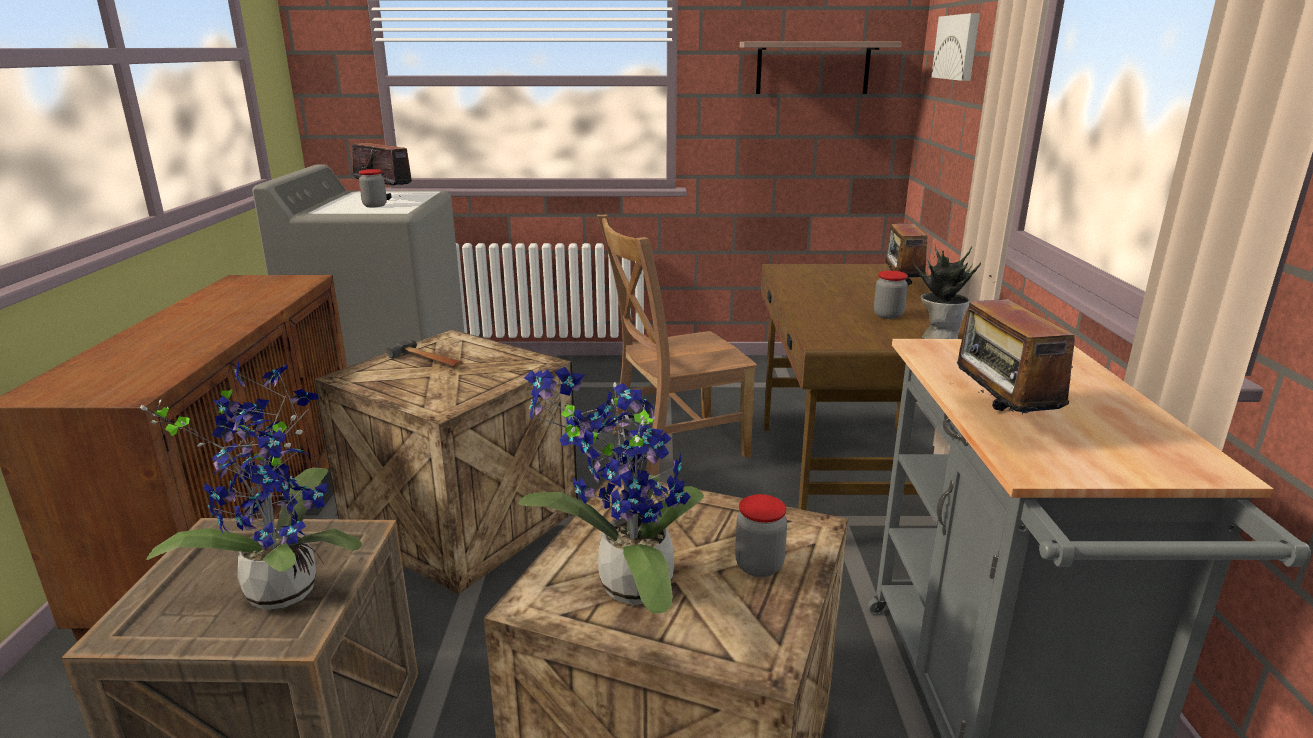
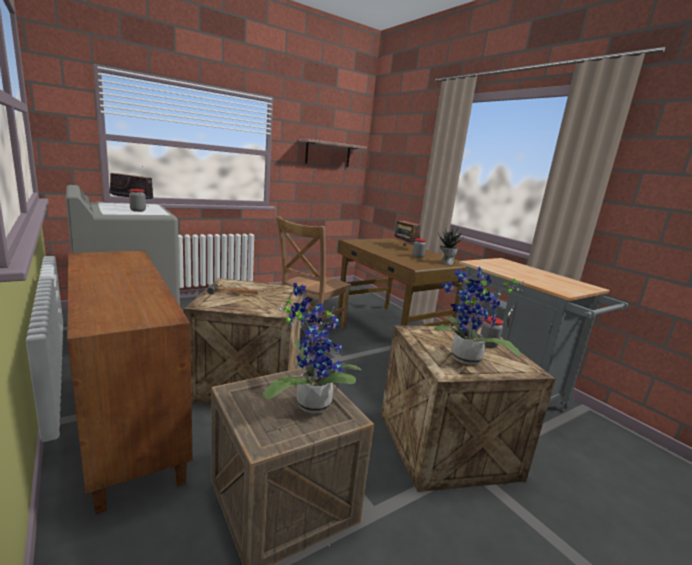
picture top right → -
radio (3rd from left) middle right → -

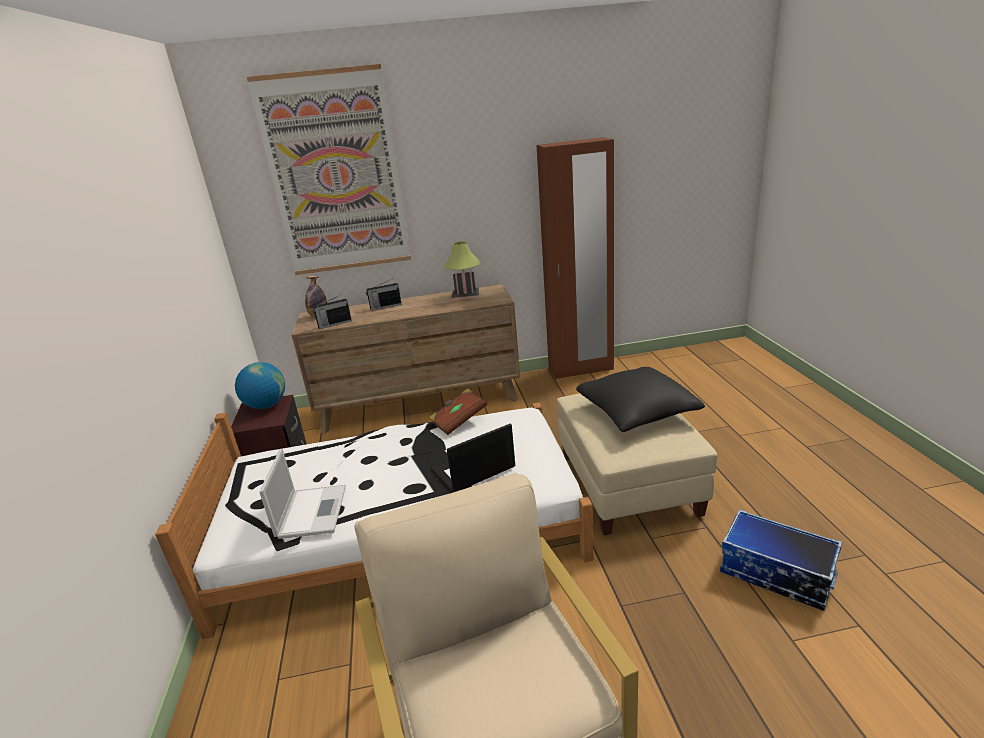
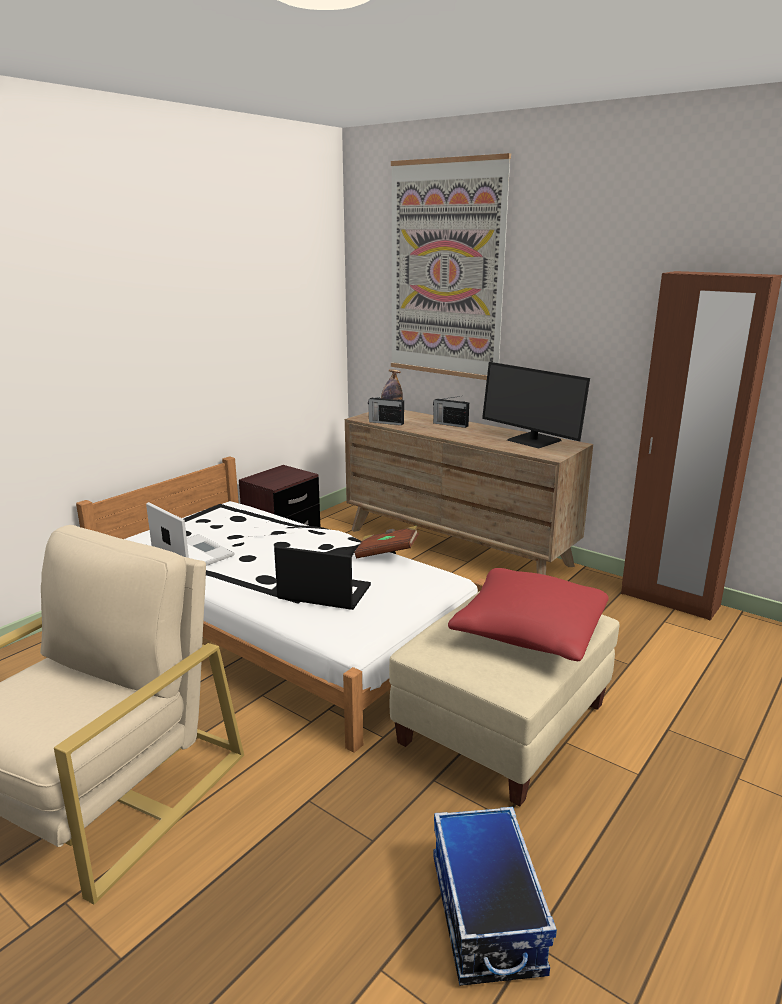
globe middle left → -
table lamp centre → monitor middle right
pillow (black) centre → pillow (red) middle right
laptop (1st from left) bottom left → laptop (1st from left) middle left, 90 degrees counterclockwise

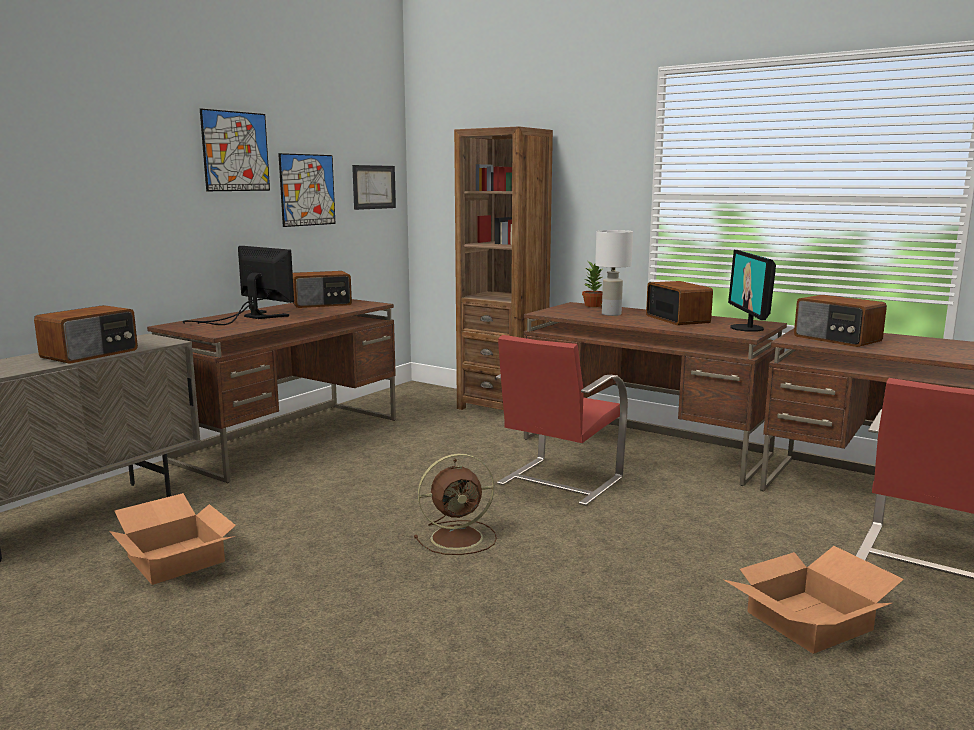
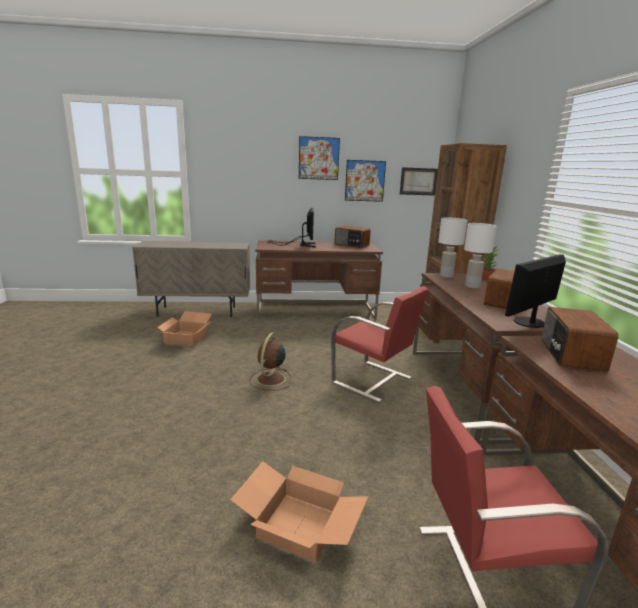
radio (1st from left) middle left → -
- → table lamp (white) (1st from left) middle right
fan (brown) bottom centre → fan (brown) centre, 75 degrees clockwise
chair (red) (1st from left) centre, 135 degrees counterclockwise

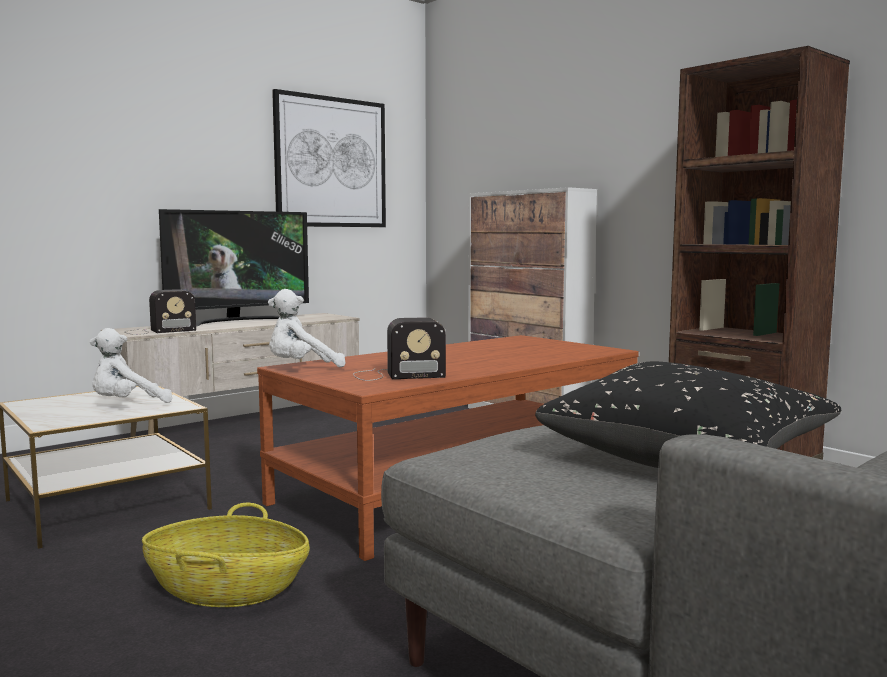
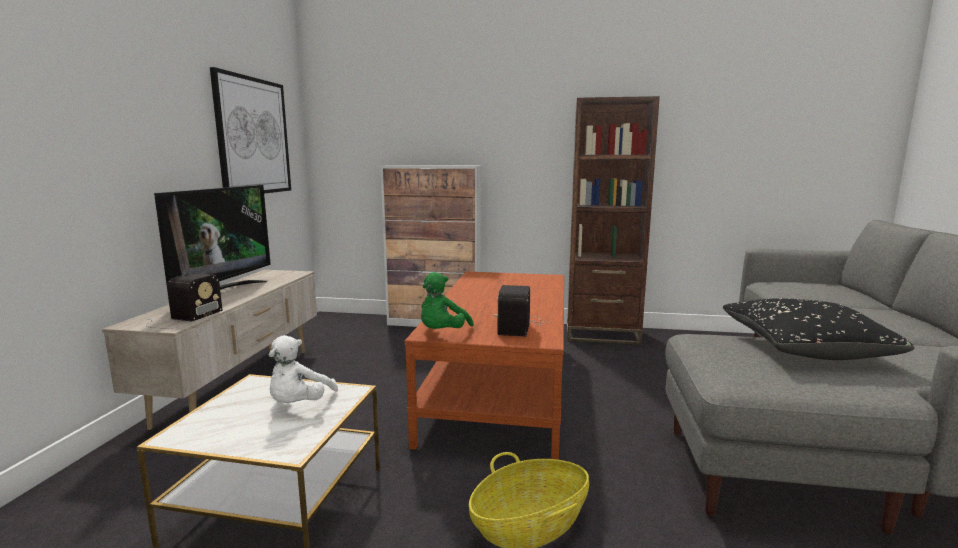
plush toy (white) (2nd from left) centre → plush toy (green) centre
radio (2nd from left) centre, 150 degrees clockwise

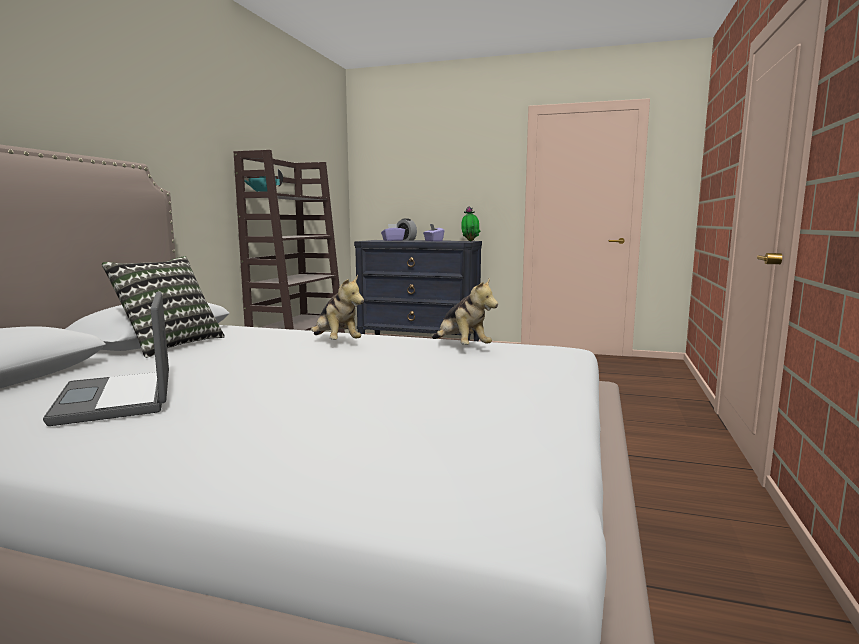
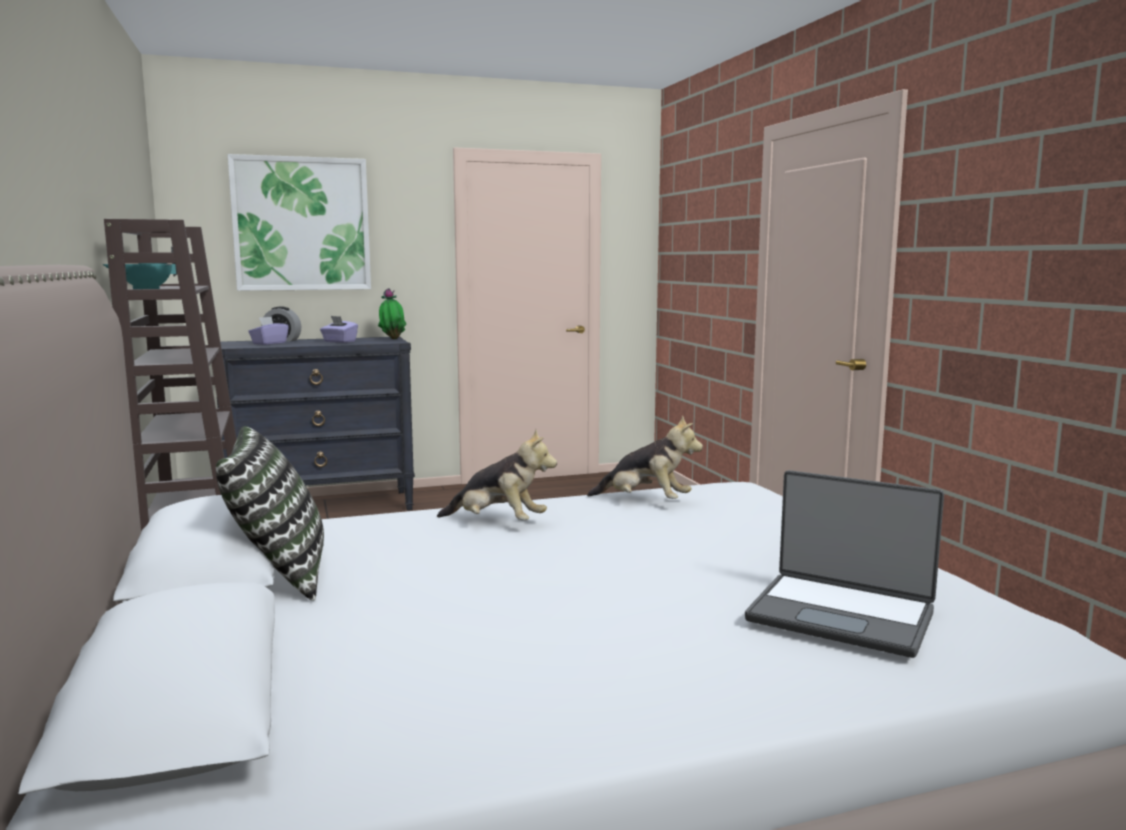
- → picture top left
laptop middle left → laptop bottom right, moved

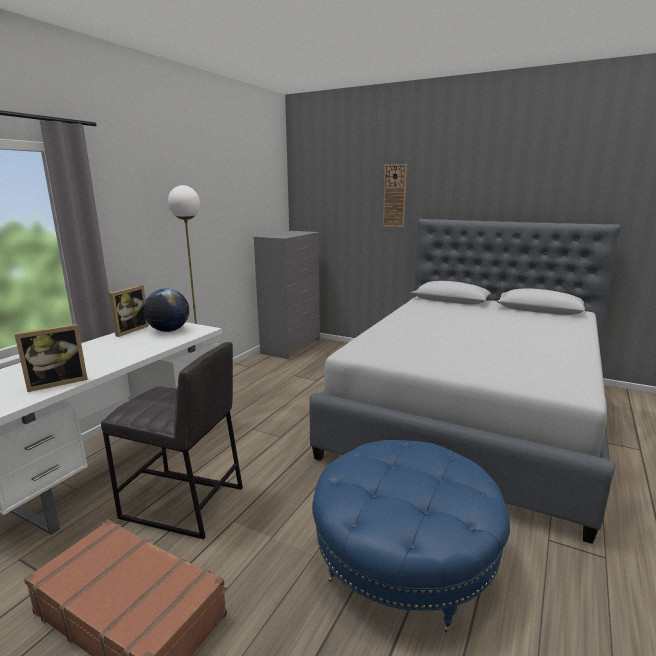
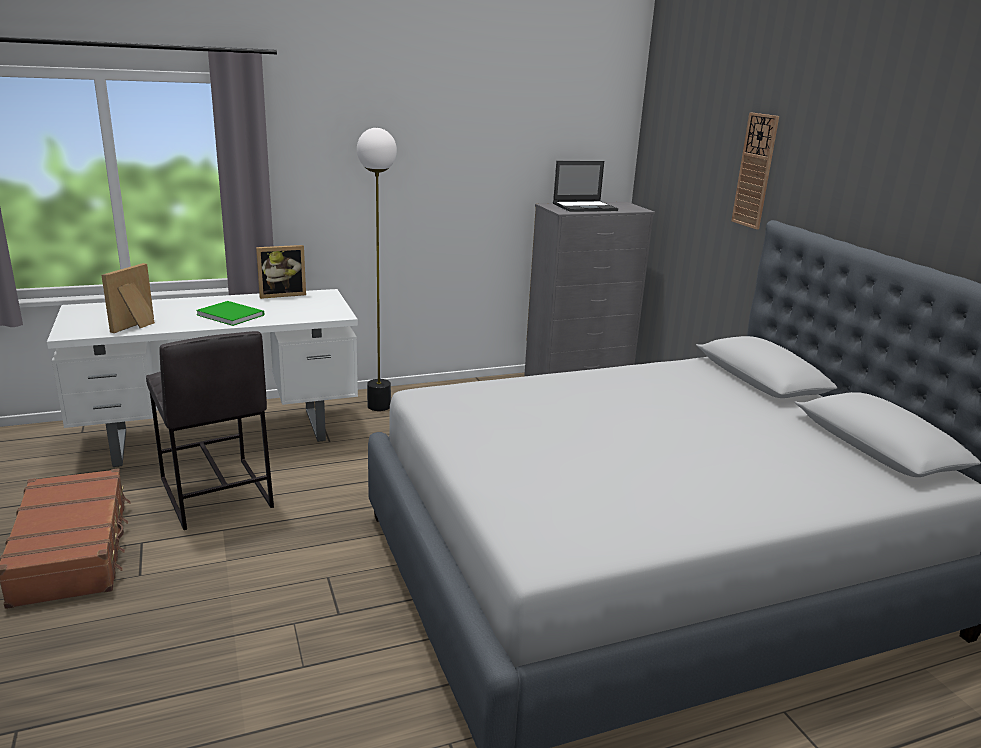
globe middle left → -
ottoman (blue) bottom centre → -
- → book (green) middle left
- → laptop top centre
picture frame (1st from left) middle left, 105 degrees clockwise

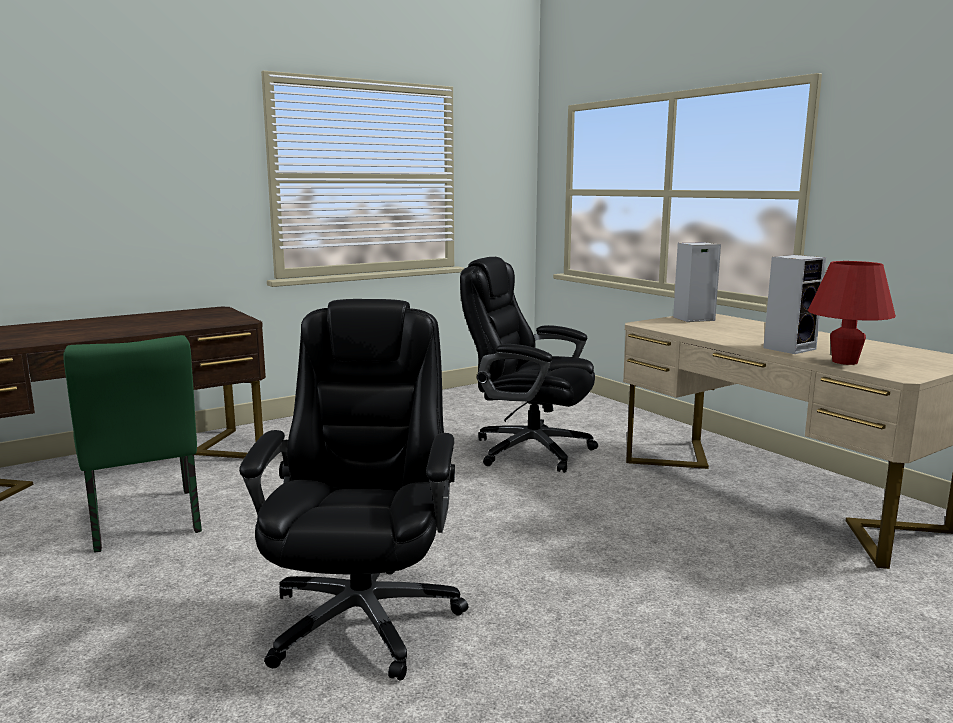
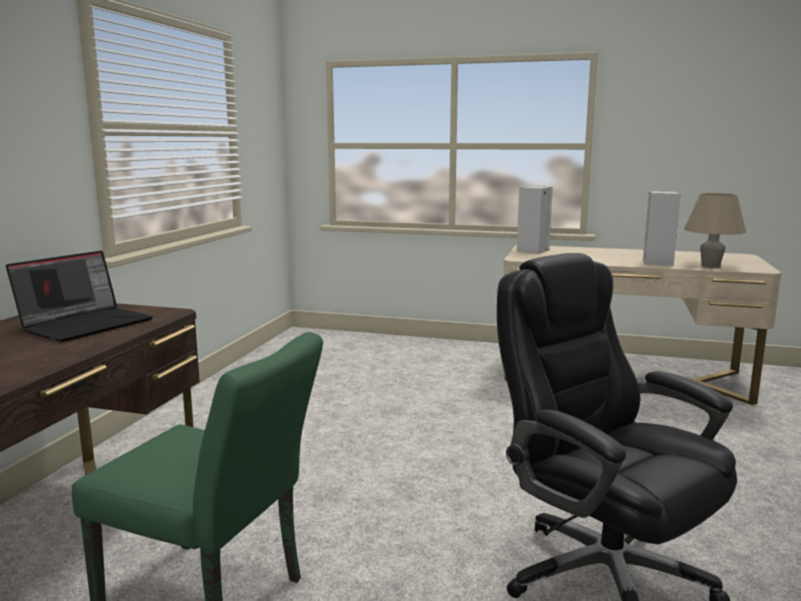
office chair (black) (2nd from left) centre → -
- → laptop middle left
table lamp (red) middle right → table lamp (beige) middle right

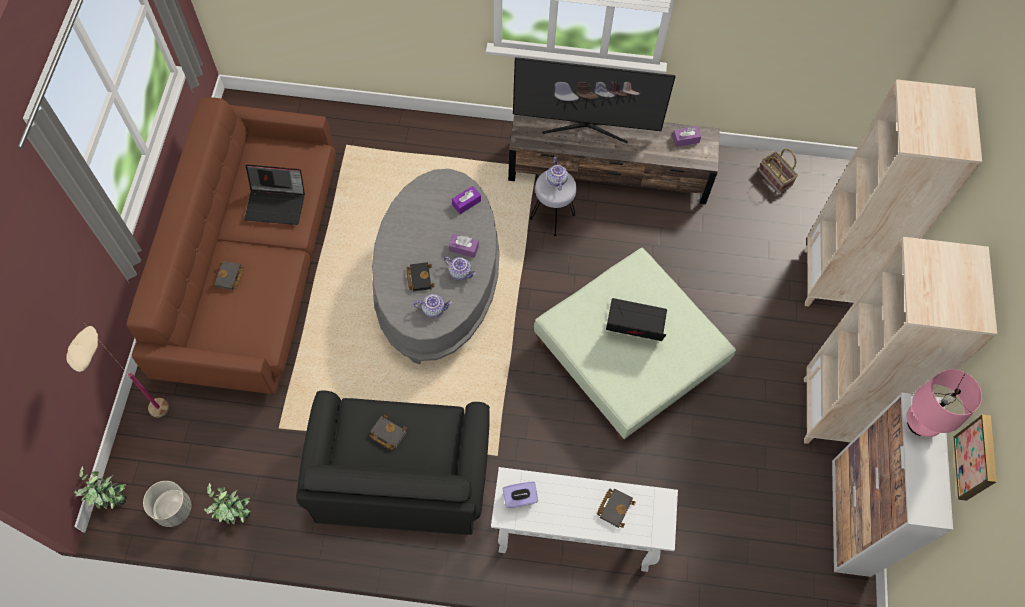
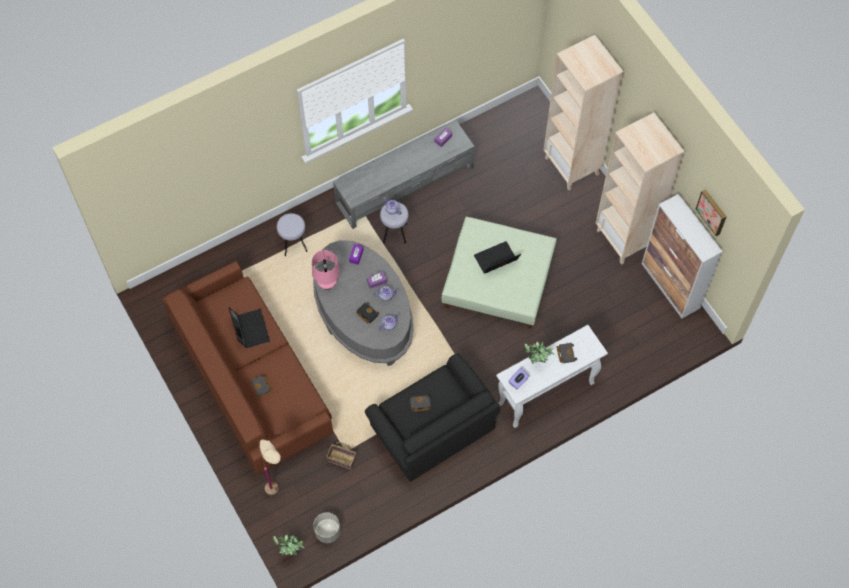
television top centre → -
- → stool (grey) (1st from left) centre
potted plant (2nd from left) bottom left → potted plant (2nd from left) centre, moved
basket top right → basket bottom centre, moved
table lamp (pink) middle right → table lamp (pink) centre, moved
tv stand (brown) top centre → tv stand (grey) top centre
laptop (1st from left) top left → laptop (1st from left) middle left, 75 degrees counterclockwise

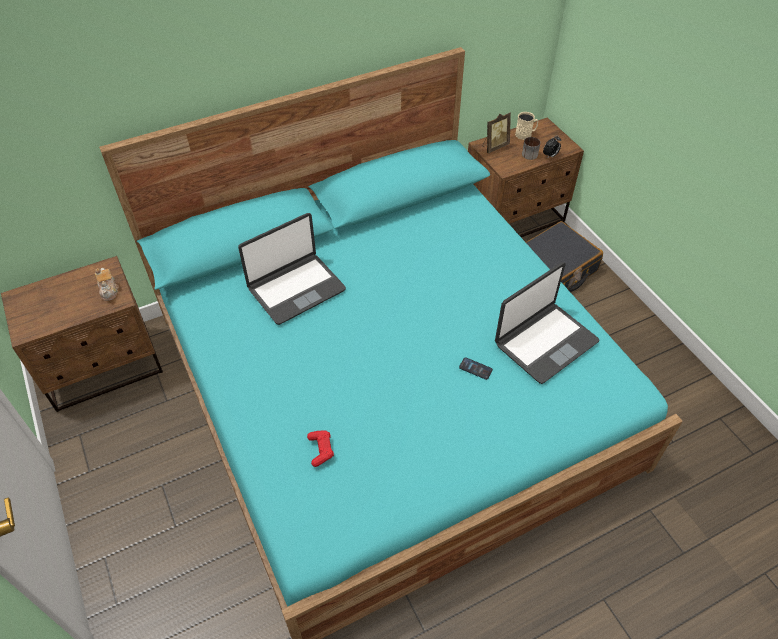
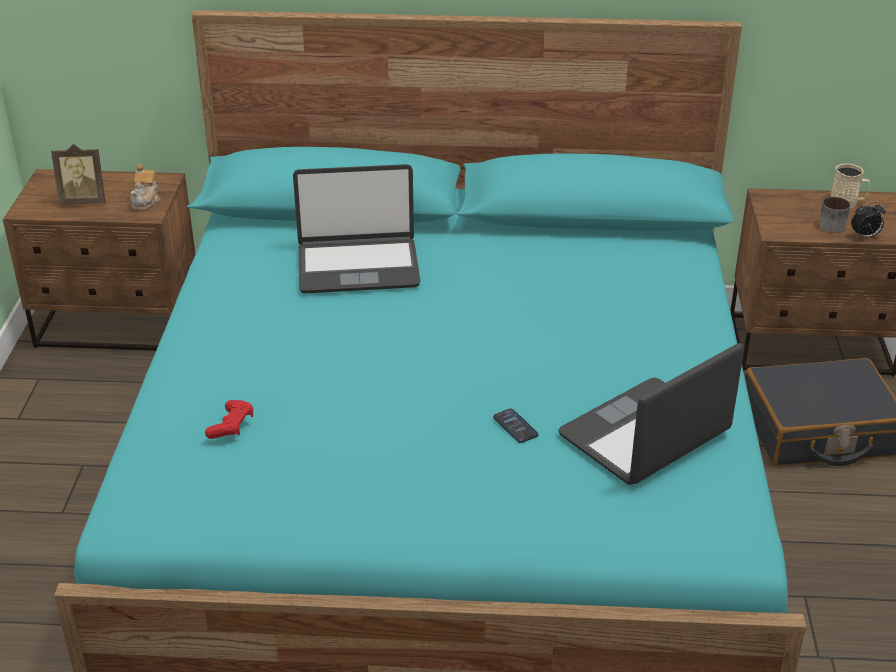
picture frame top centre → picture frame top left, moved
laptop (2nd from left) middle right, 150 degrees clockwise

